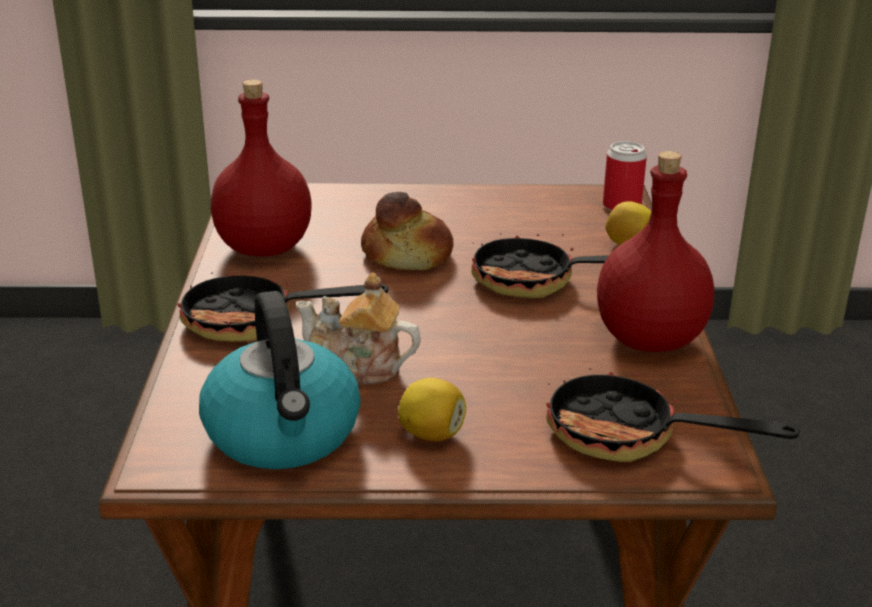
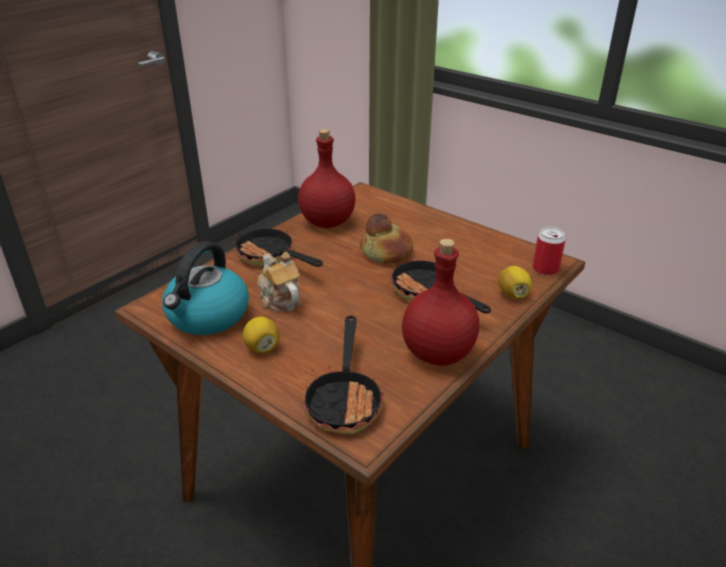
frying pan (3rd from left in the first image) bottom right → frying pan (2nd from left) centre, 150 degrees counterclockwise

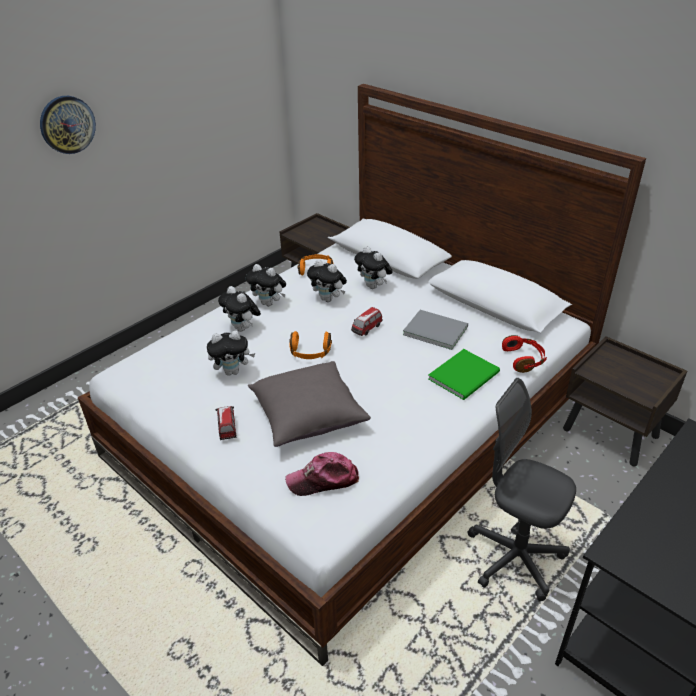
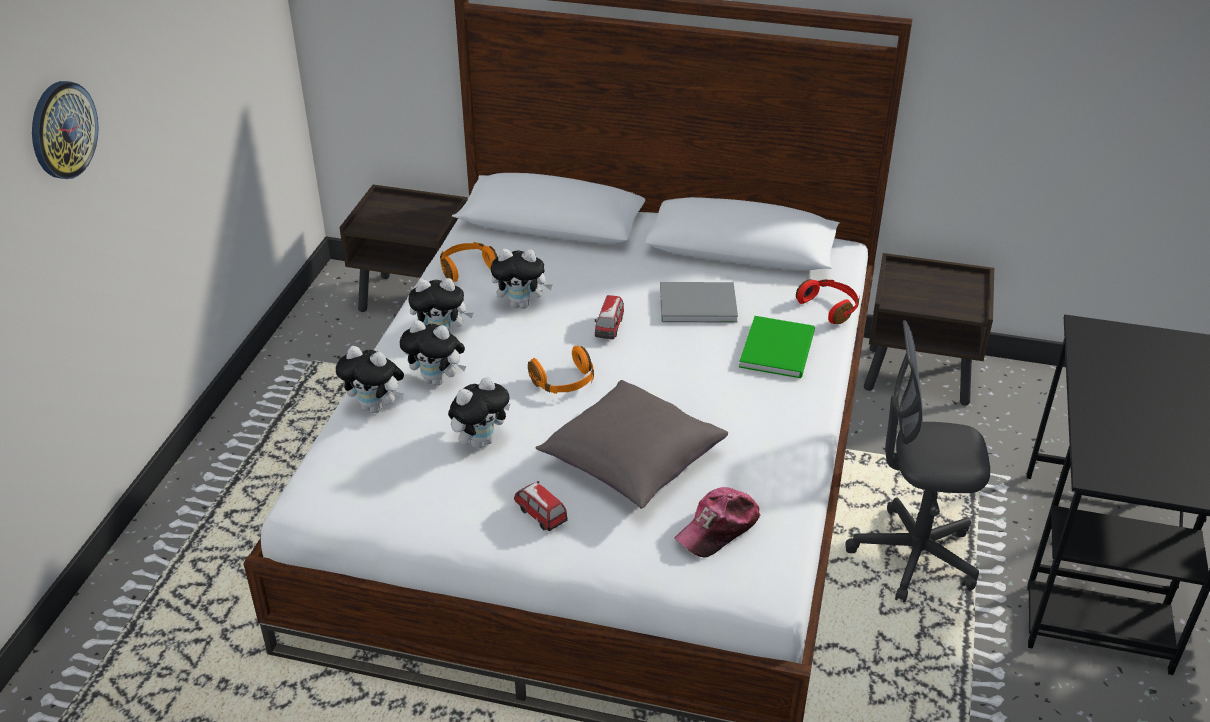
plush toy (5th from left in the first image) centre → plush toy (1st from left) middle left, moved

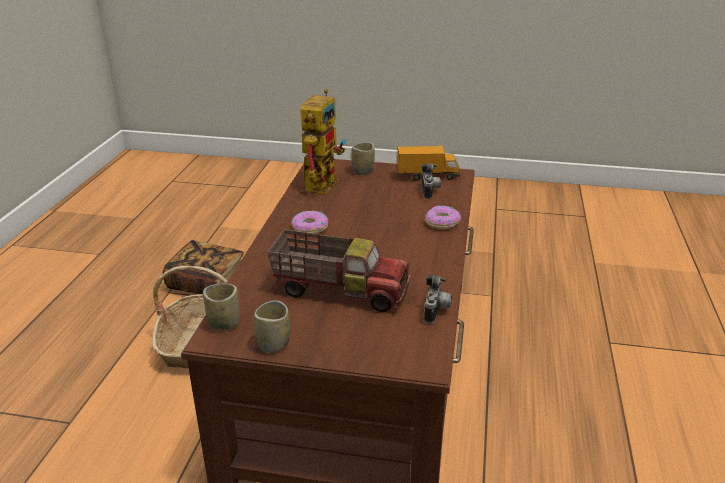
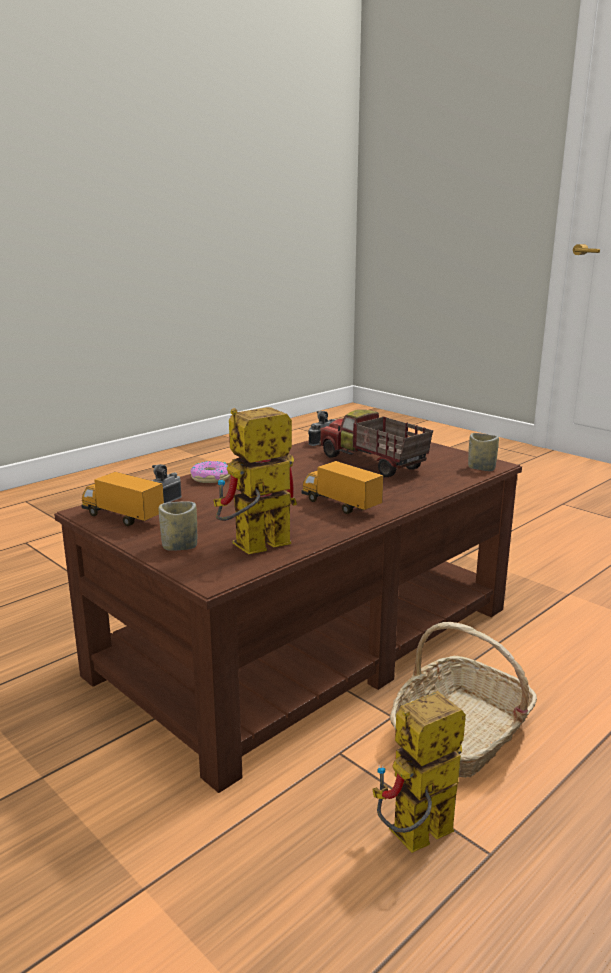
cup (2nd from left) bottom centre → -
book middle left → toy robot (2nd from left) bottom right
donut (1st from left) centre → toy truck (2nd from left) centre

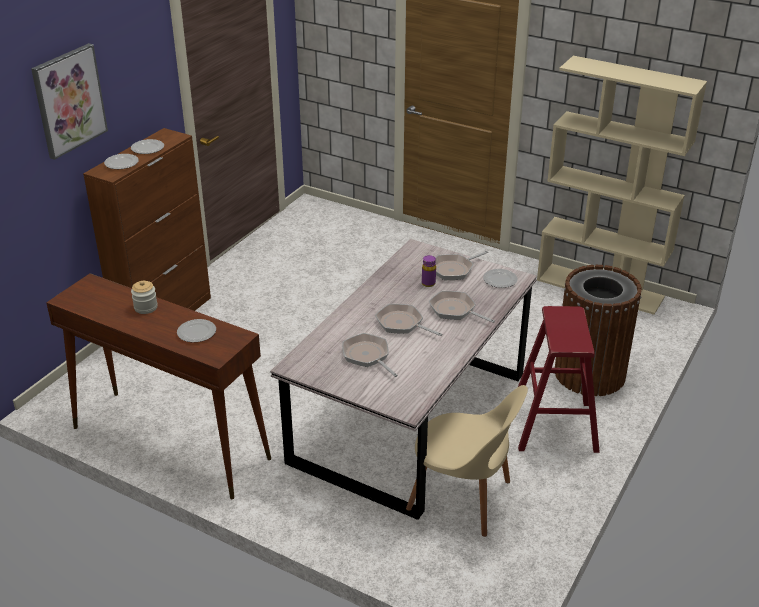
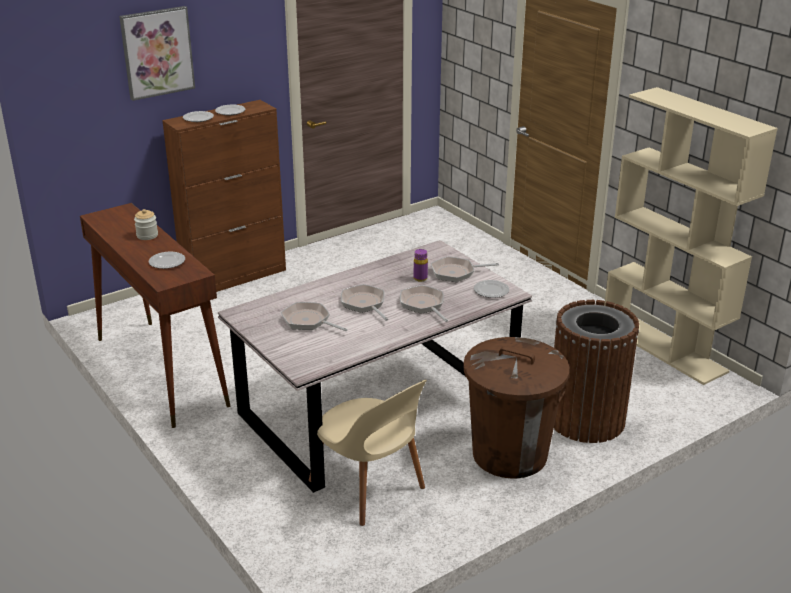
stool (red) middle right → trash can (brown) (1st from left) bottom centre
frying pan (1st from left) centre, 45 degrees counterclockwise

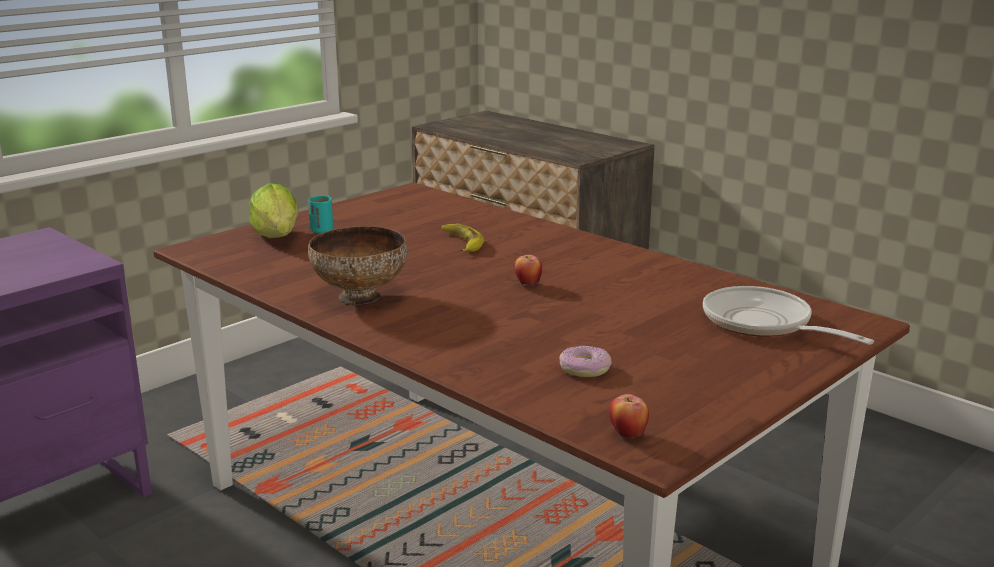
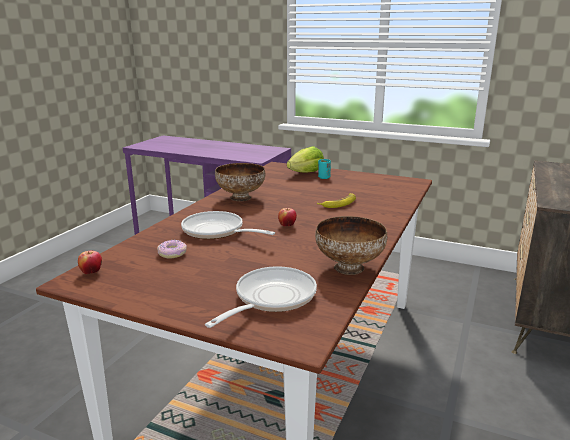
- → frying pan (1st from left) centre
- → bowl (2nd from left) centre

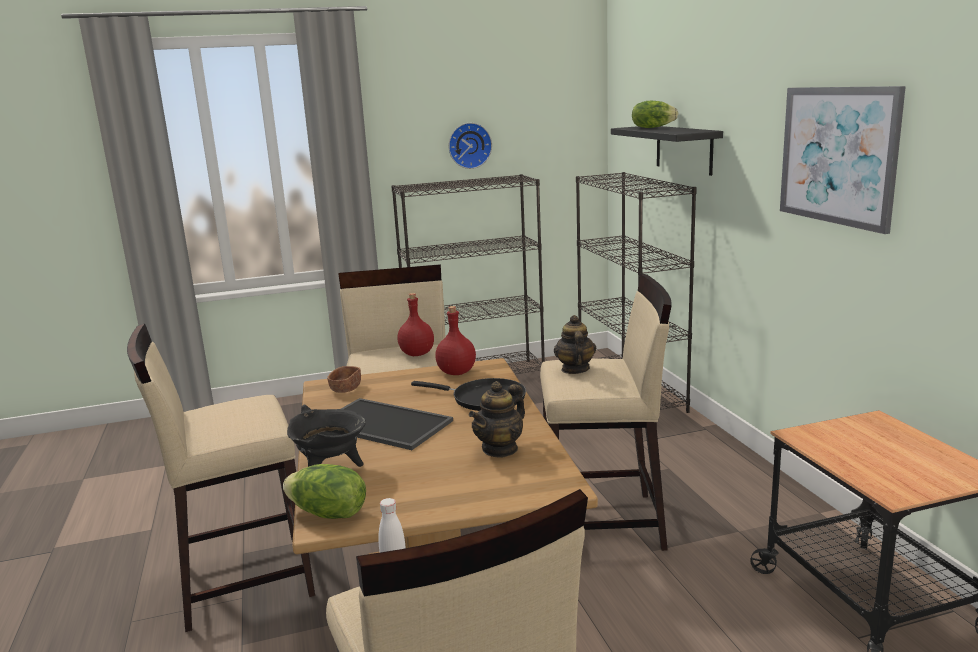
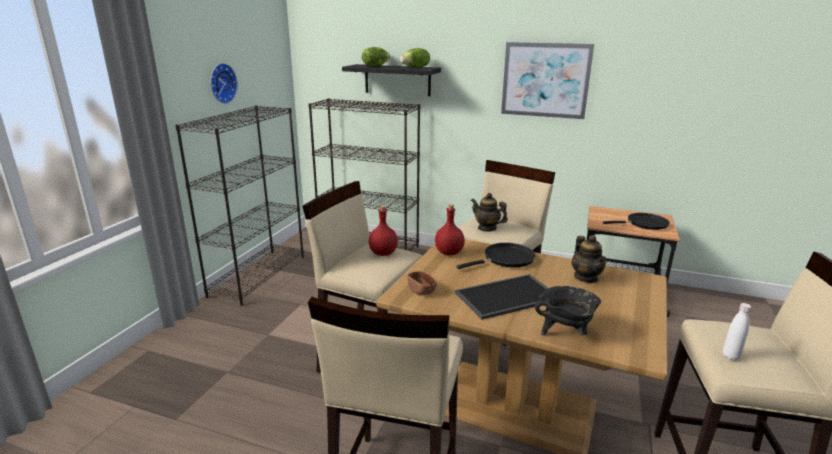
- → frying pan (black) (2nd from left) middle right
lettuce (1st from left in the first image) bottom left → lettuce (2nd from left) top centre, moved

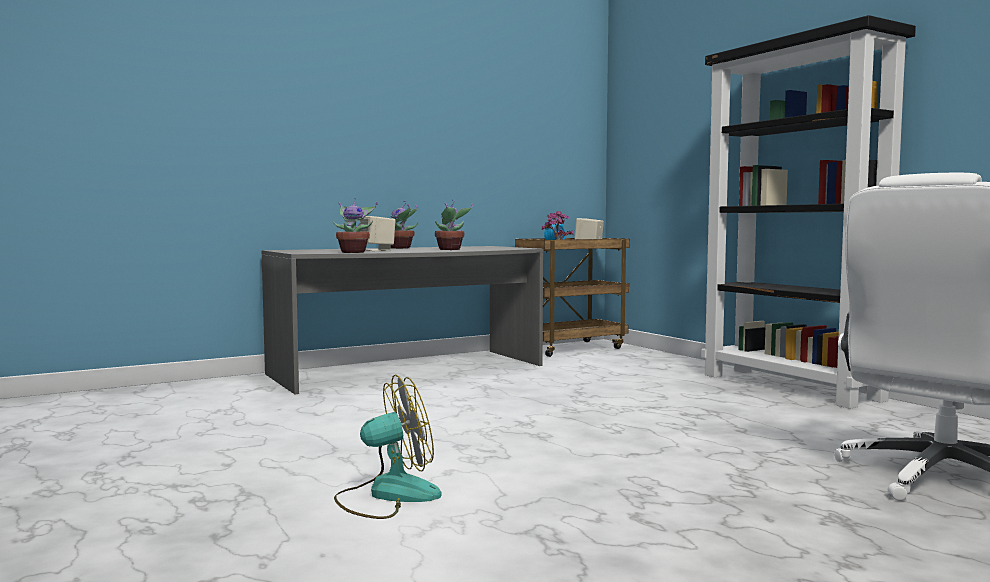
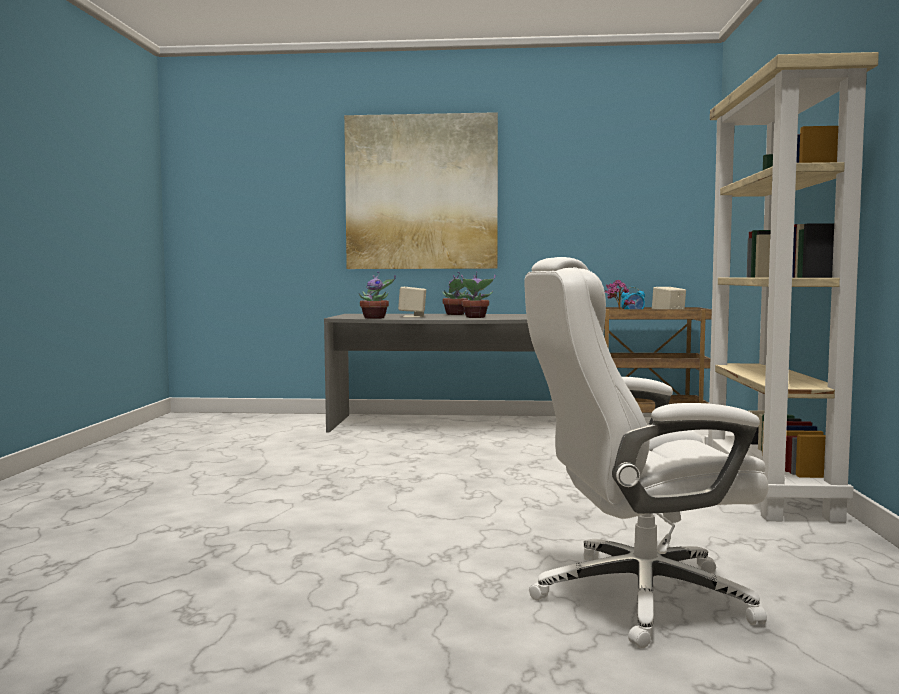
fan bottom centre → -
- → picture top centre
bookcase (black) middle right → bookcase (beige) middle right

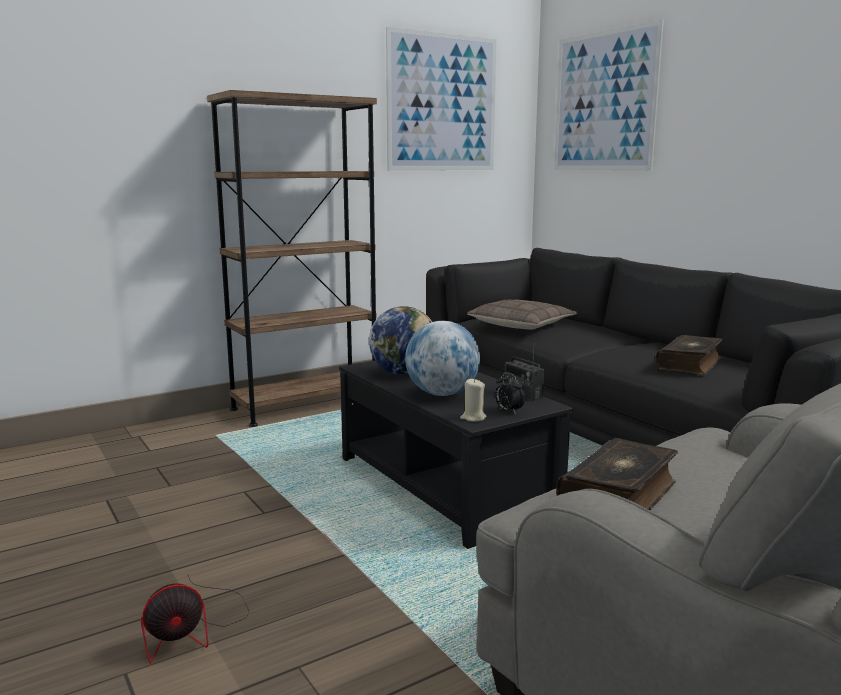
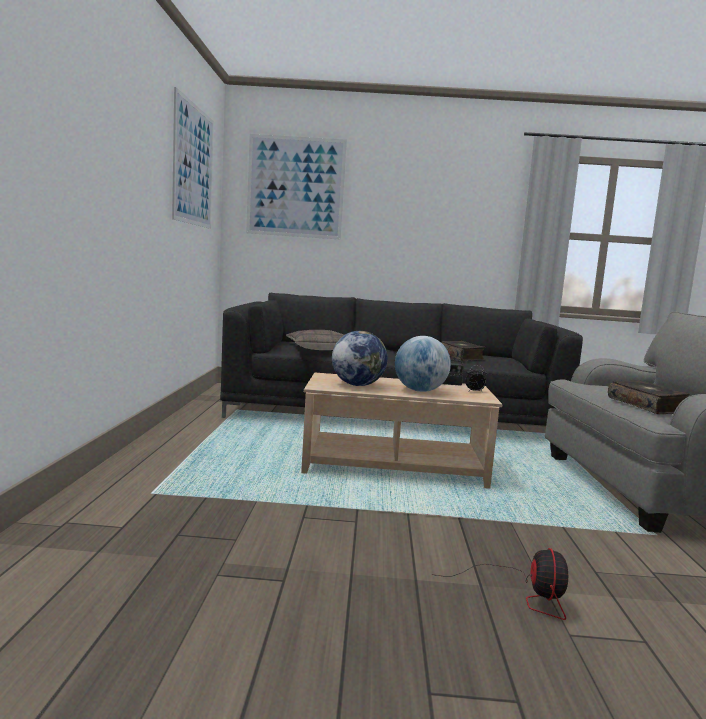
bookcase (brown) centre → -
candle (beige) centre → -
coffee table (black) centre → coffee table (beige) centre

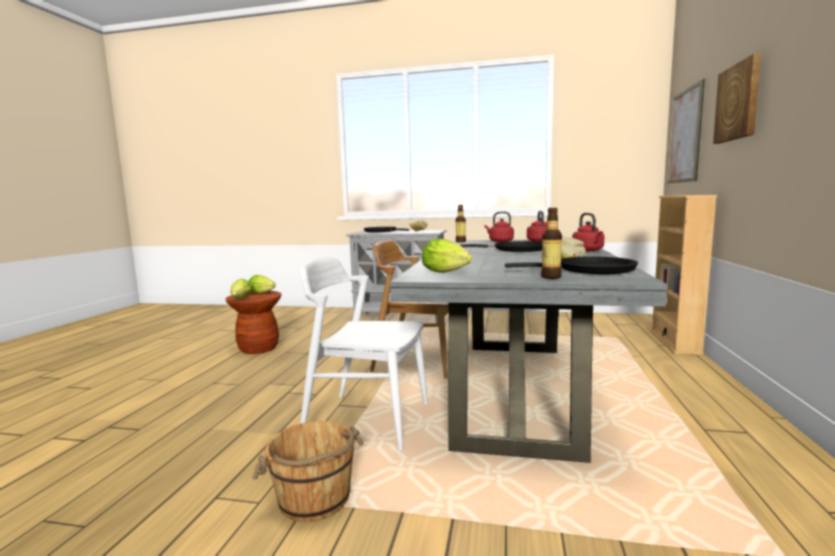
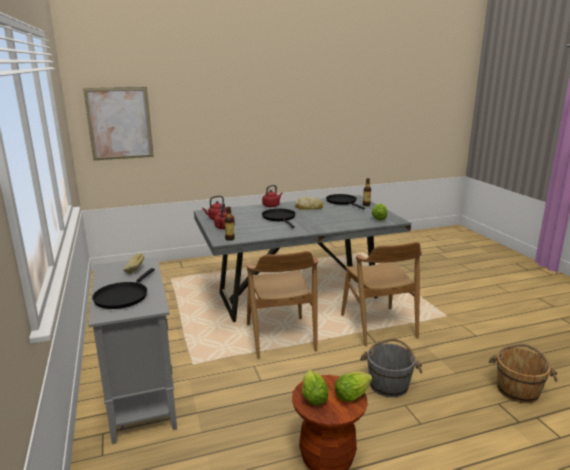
bookcase (beige) middle right → -
picture (2nd from left) top right → -
- → bucket (grey) bottom right
bucket (brown) bottom centre → bucket (brown) bottom right, moved
chair (white) centre → chair (brown) (2nd from left) middle right

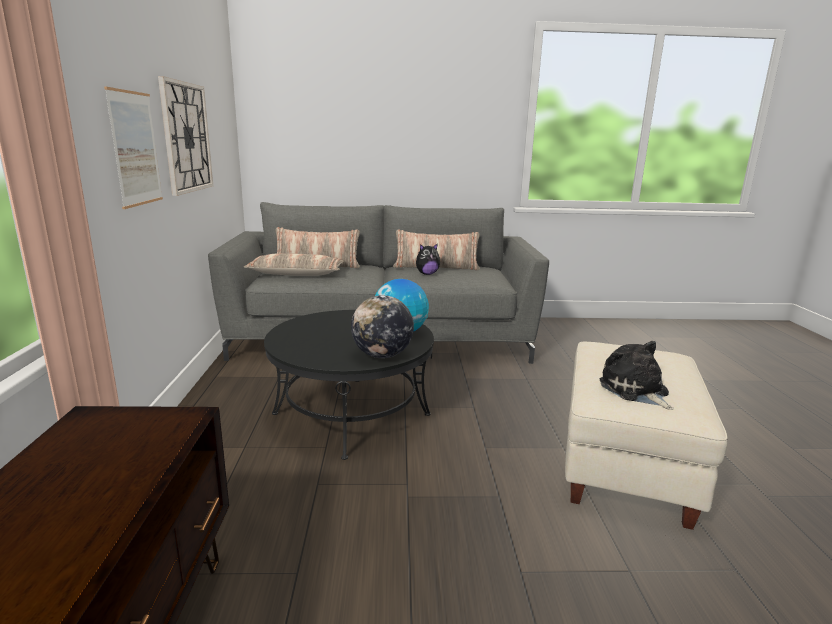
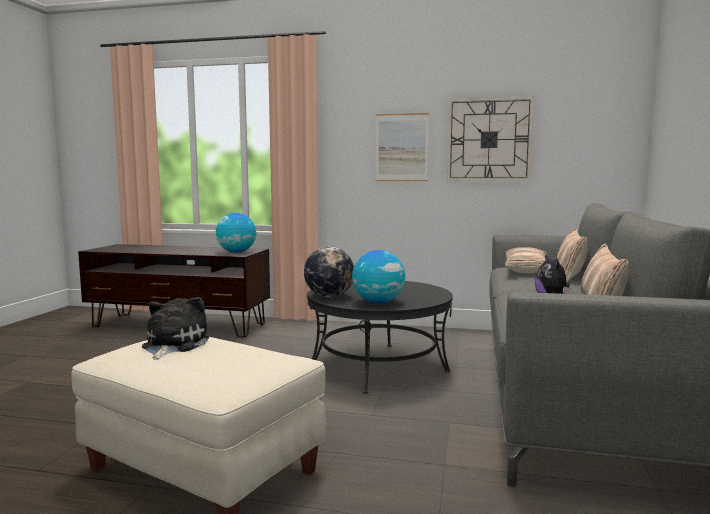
- → globe (1st from left) middle left
plush toy (2nd from left in the first image) middle right → plush toy (1st from left) middle left, 75 degrees counterclockwise

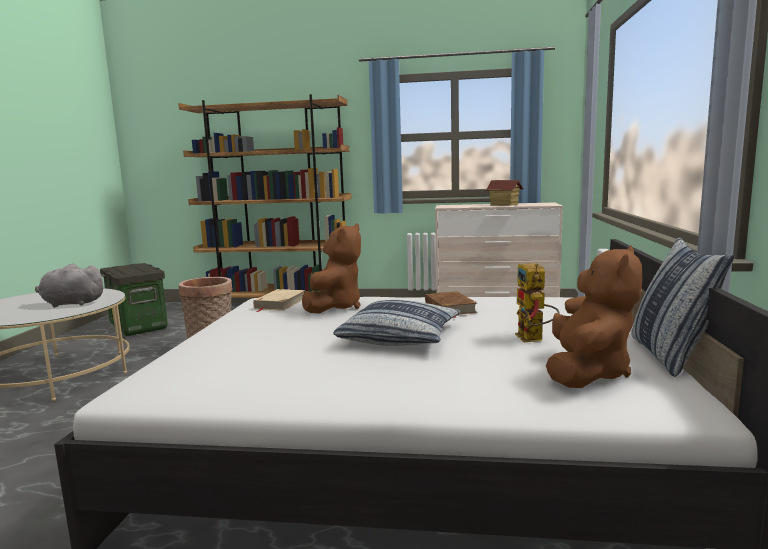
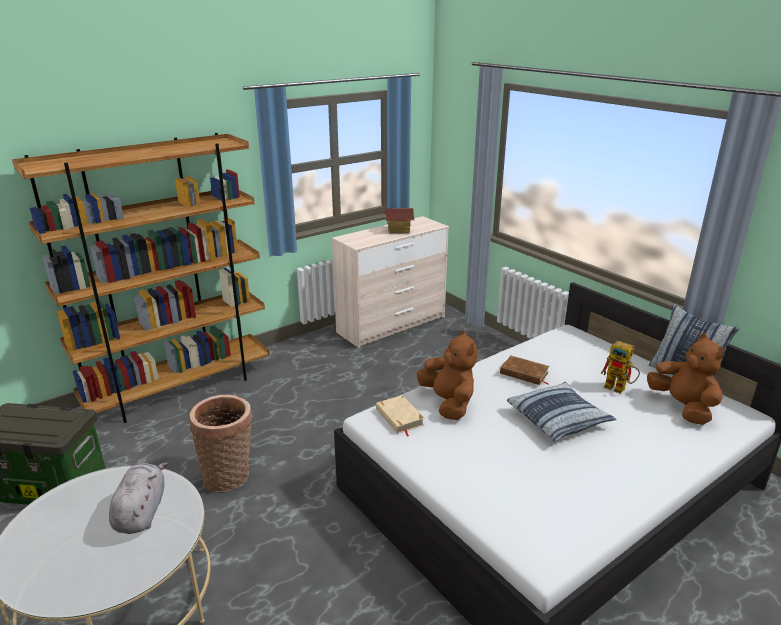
plush toy (grey) middle left → plush toy (grey) bottom left, 135 degrees clockwise

